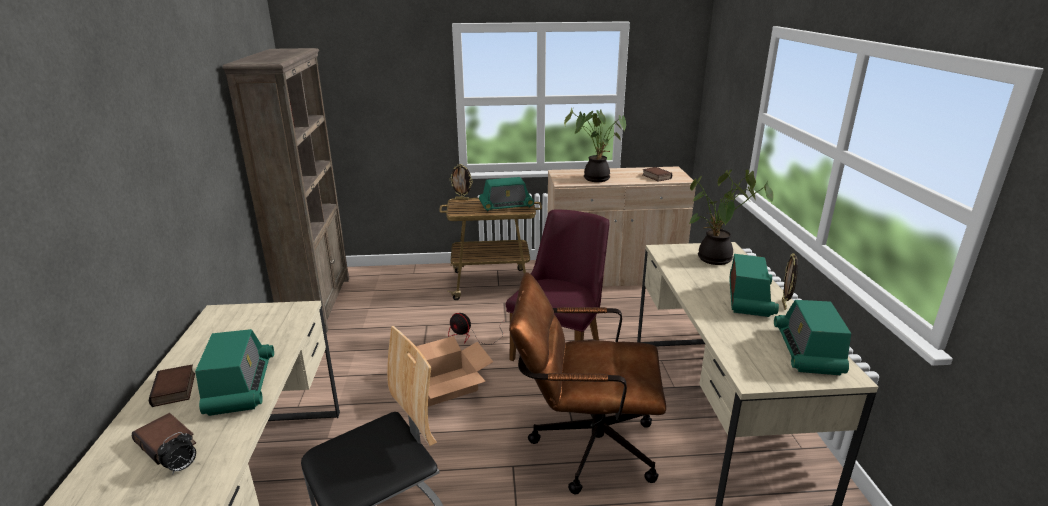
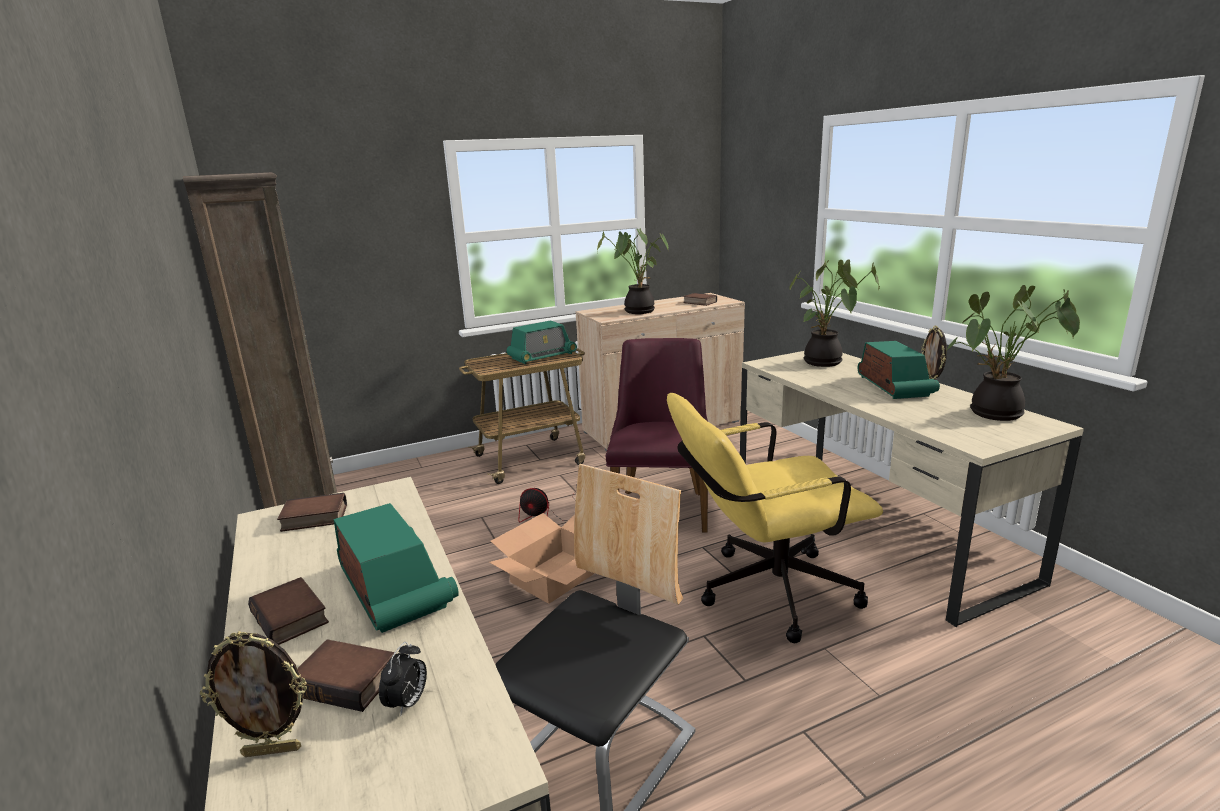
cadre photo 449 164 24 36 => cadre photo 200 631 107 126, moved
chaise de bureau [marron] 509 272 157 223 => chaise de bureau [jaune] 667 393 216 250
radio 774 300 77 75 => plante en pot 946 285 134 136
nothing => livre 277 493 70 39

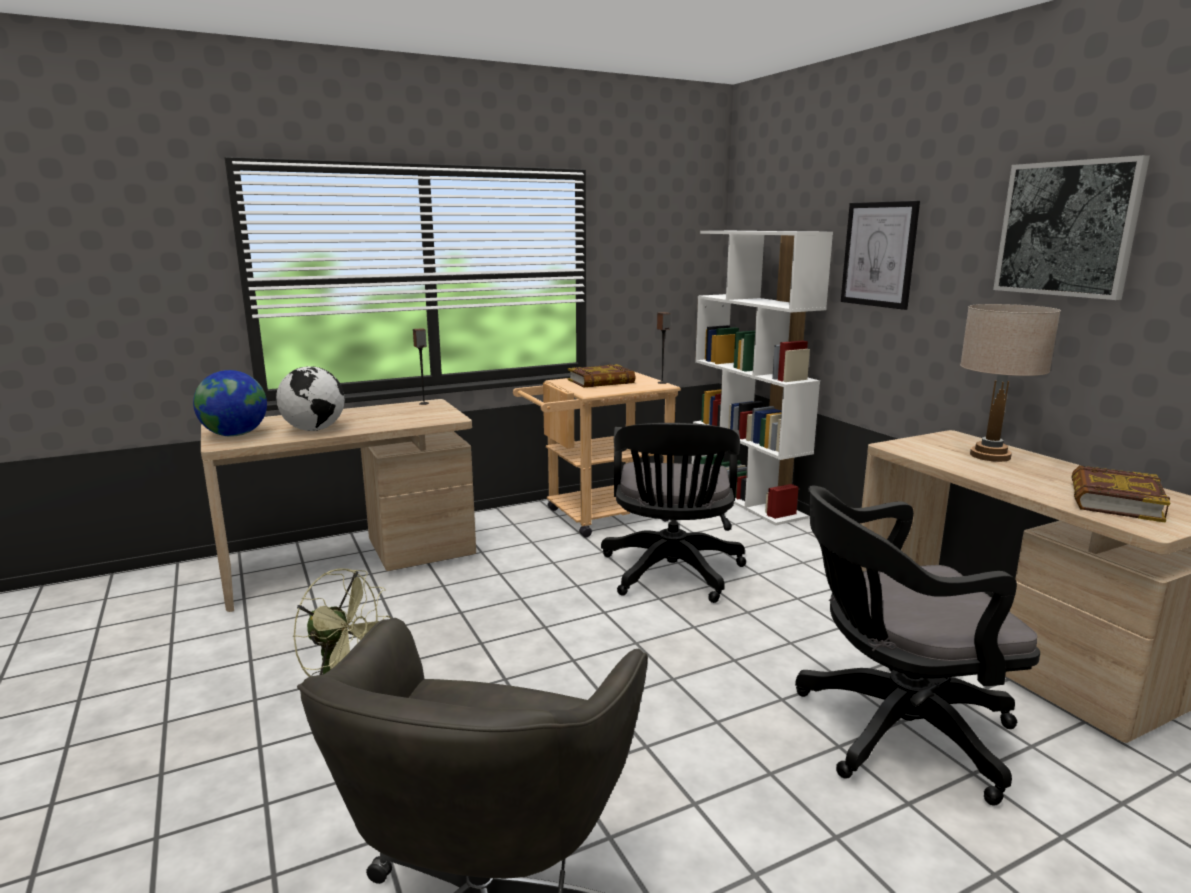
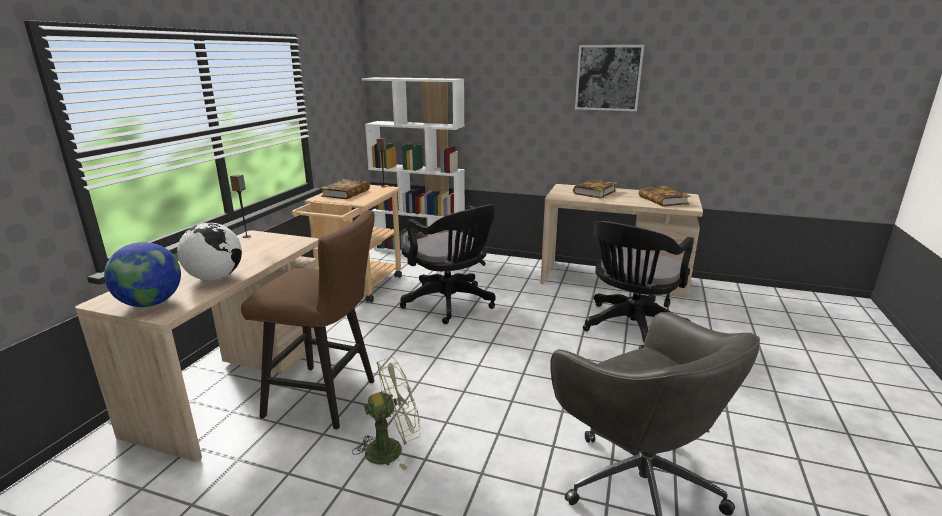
tableau 841 201 79 109 => nothing
lampe de table [beige] 960 304 101 158 => livre 573 179 44 20
nothing => tabouret [marron] 241 210 134 219

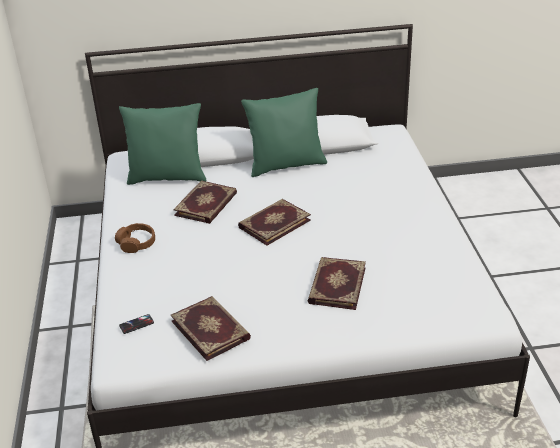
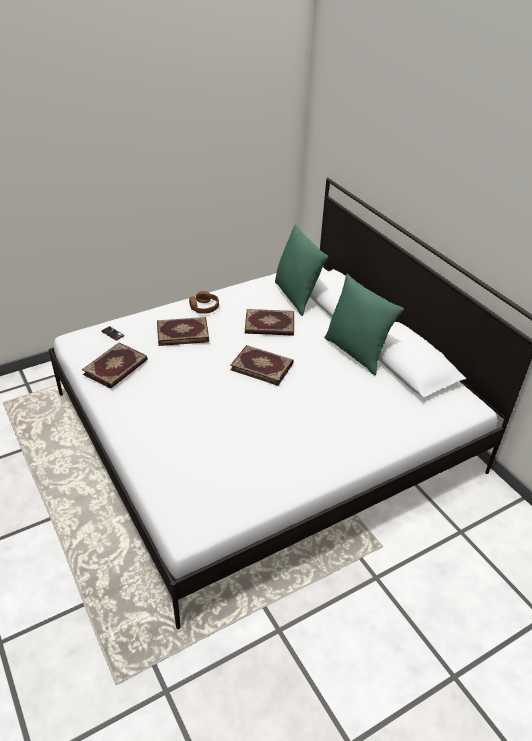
livre 308 257 58 53 => livre 157 317 52 29, moved

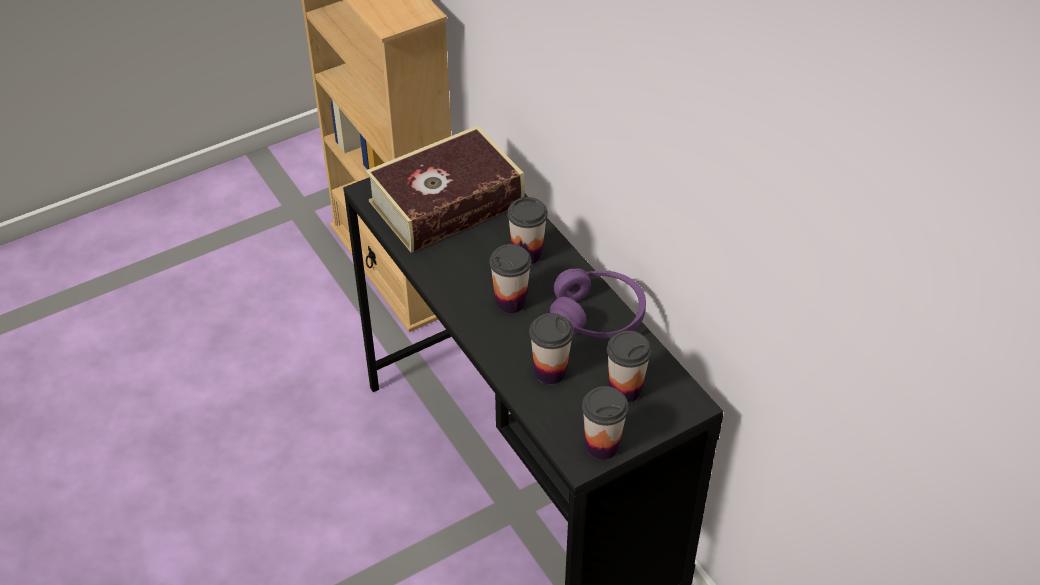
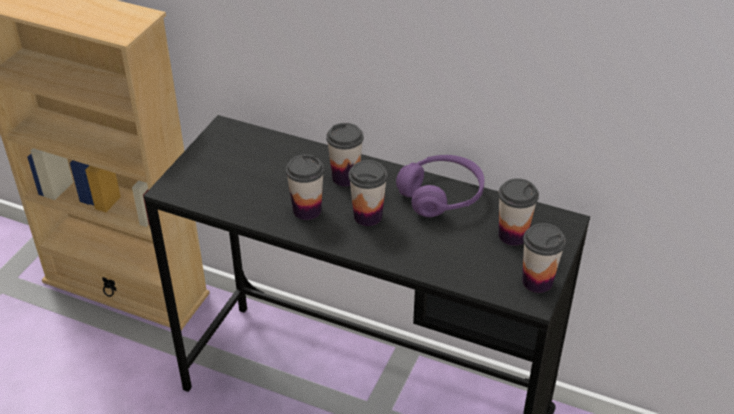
livre 365 125 160 128 => nothing
tasse 529 313 45 71 => tasse 286 154 38 66, moved

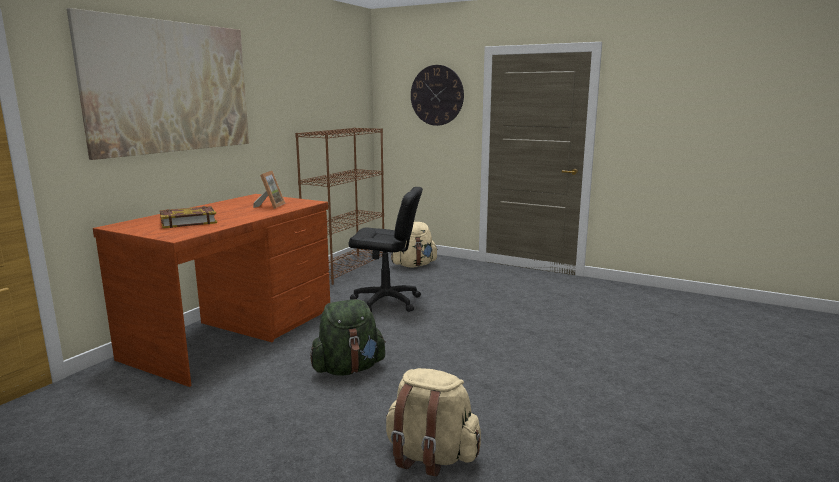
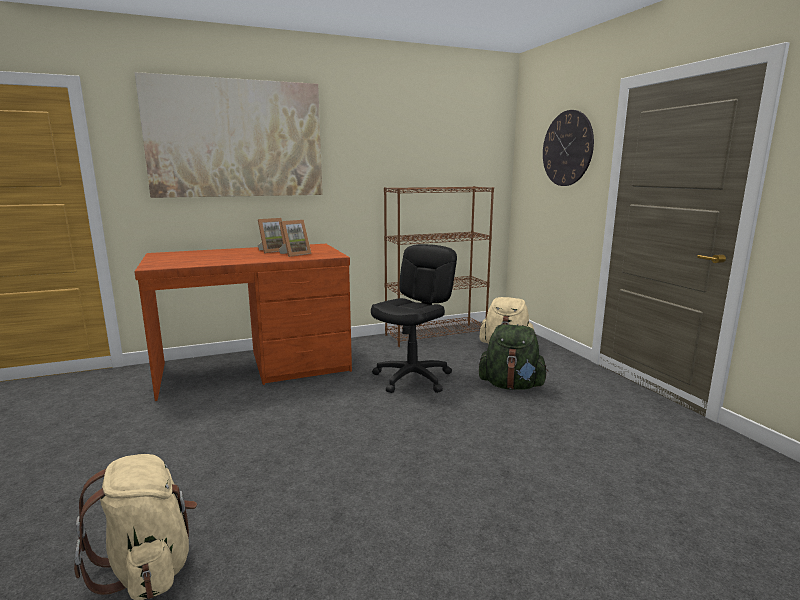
livre 160 206 57 22 => nothing
sac à dos [vert] 310 299 76 76 => sac à dos [vert] 479 324 70 66, moved
chaise de bureau [noir] 348 187 75 125 => chaise de bureau [noir] 371 244 86 149, 105 degrees counterclockwise
nothing => cadre photo 257 218 28 35

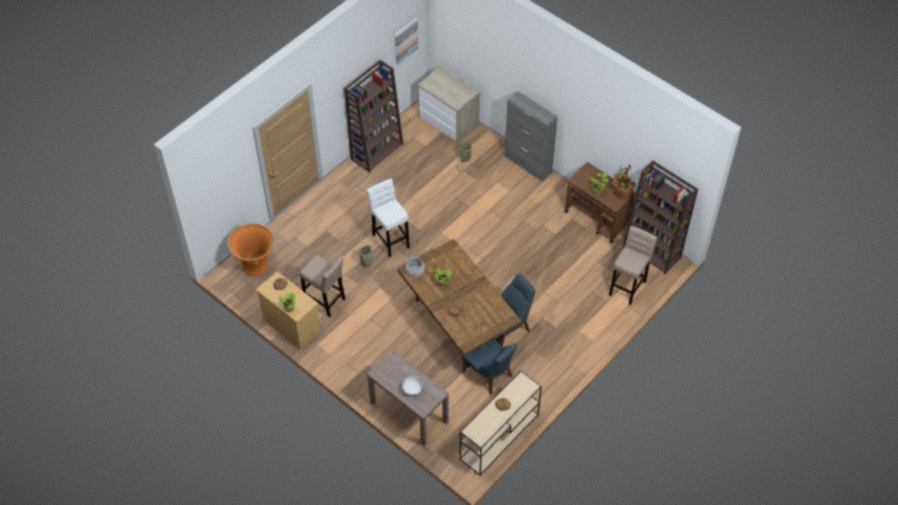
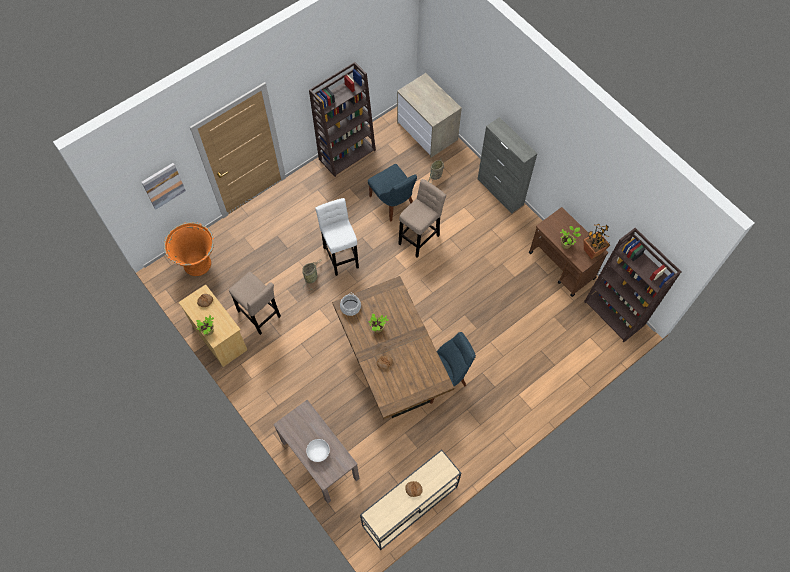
tableau 395 18 23 46 => tableau 141 163 45 47, moved
chaise [bleu] 462 339 55 56 => chaise [bleu] 368 164 49 58, moved
tabouret [beige] 609 226 48 79 => tabouret [beige] 398 179 48 78, moved

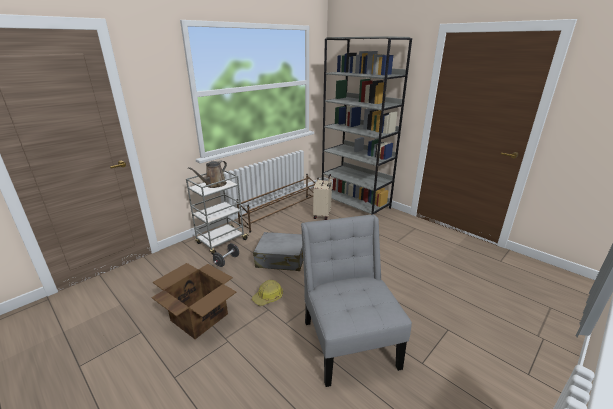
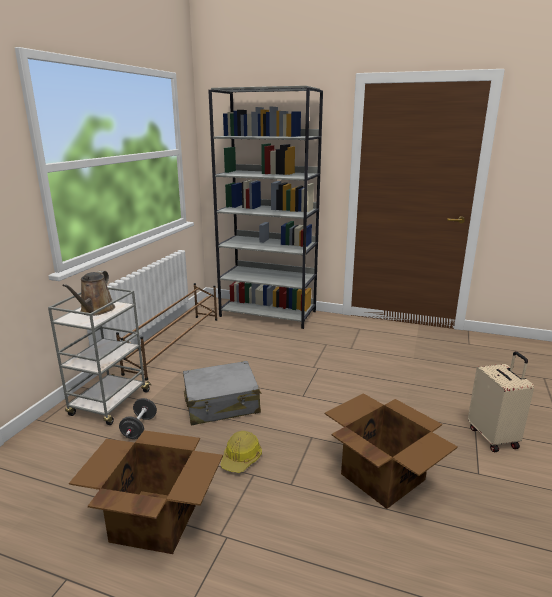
chaise [gris] 301 214 111 173 => carton 325 393 133 116
valise [beige] 313 174 19 46 => valise [beige] 468 351 66 101, moved

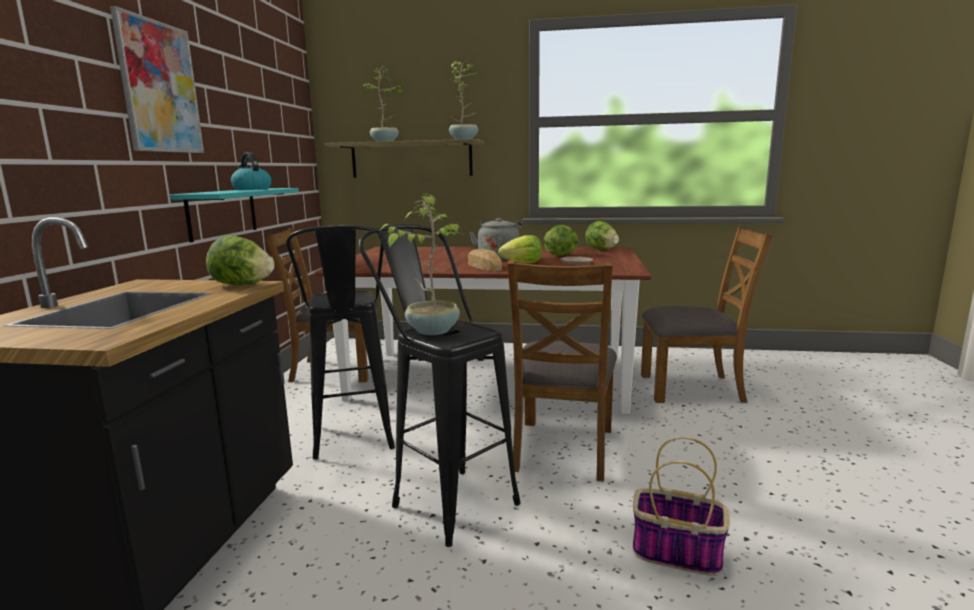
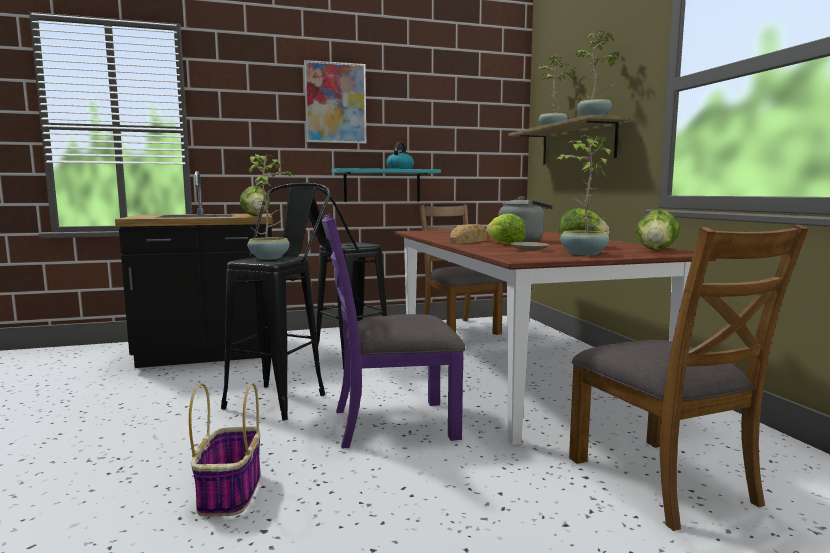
chaise [marron] 507 260 110 222 => chaise [violet] 322 214 144 235
nothing => plante en pot 555 135 56 120

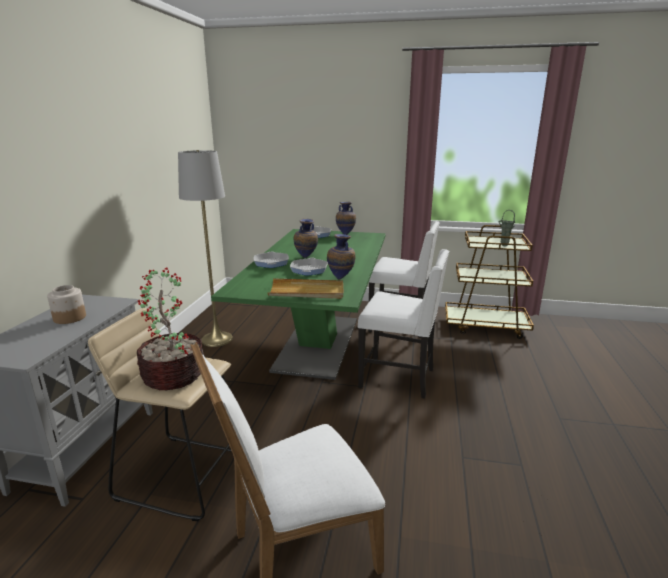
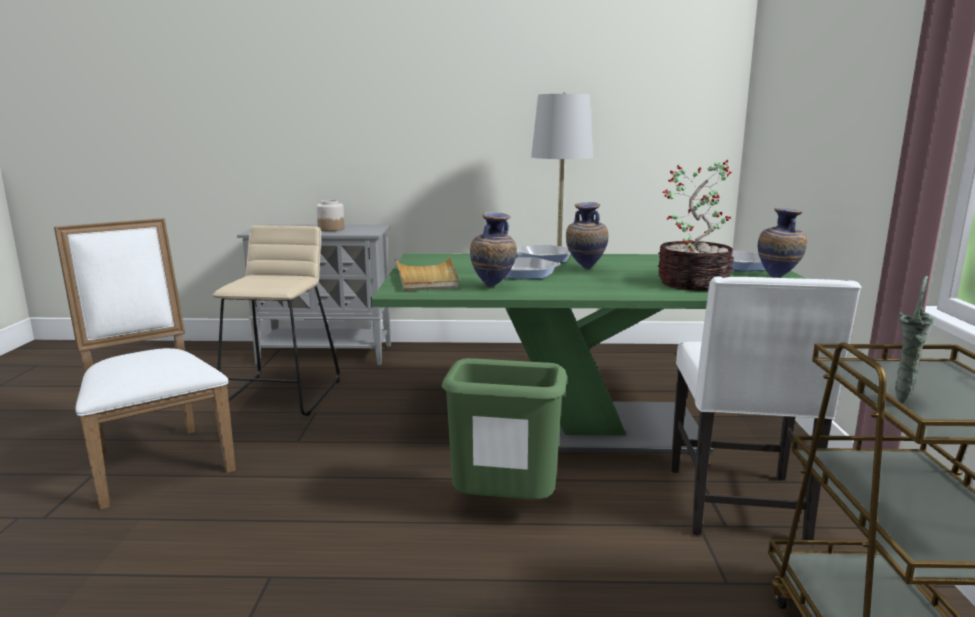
plante en pot 137 267 66 124 => plante en pot 658 160 76 131, moved
chaise [blanc] 358 249 92 150 => poubelle [vert] 442 358 126 142

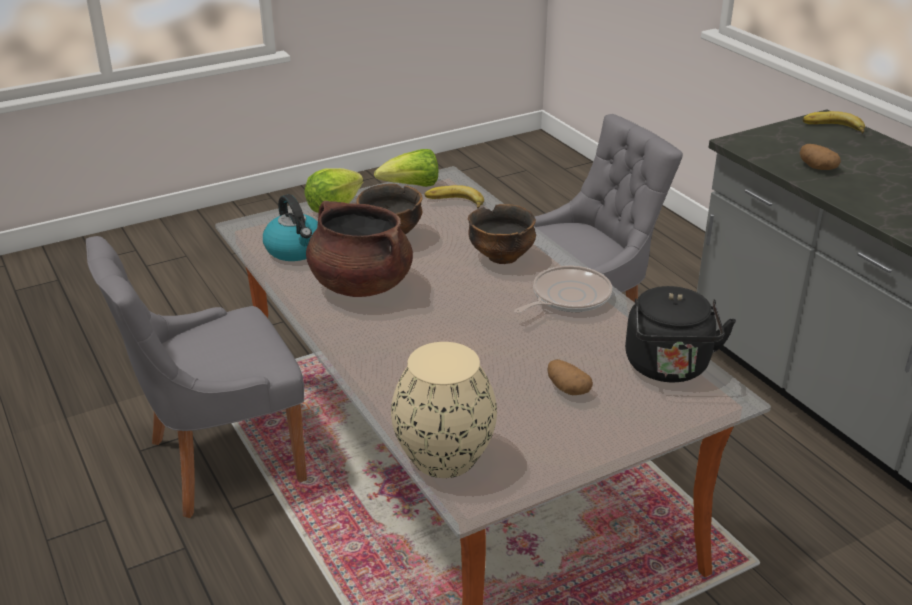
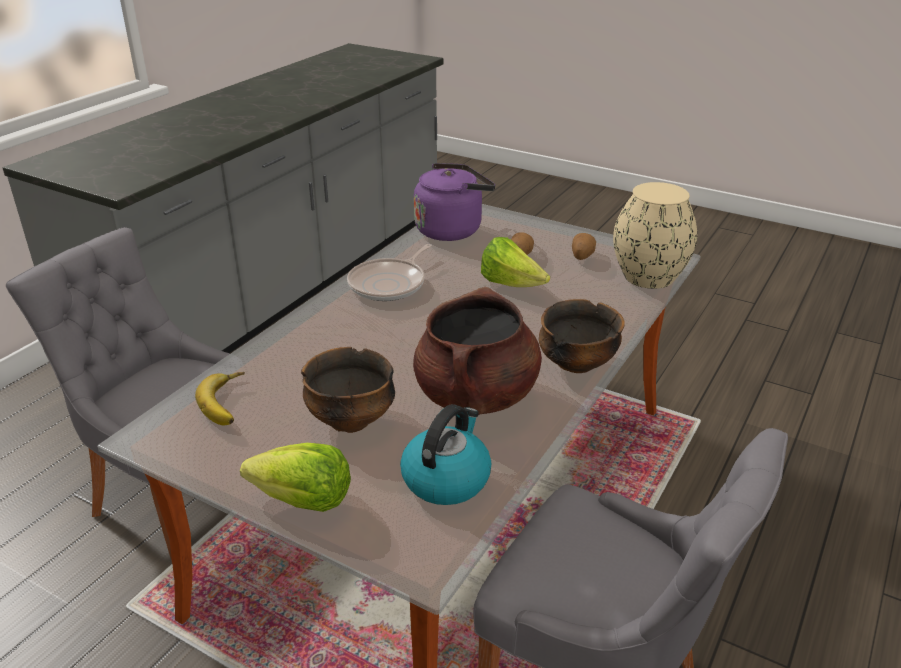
laitue 374 149 64 38 => laitue 481 237 69 50, moved
bol 468 204 68 60 => bol 539 299 86 74, moved
poêle 514 265 98 48 => poêle 347 244 85 57, 75 degrees counterclockwise
bouilloire [noir] 625 286 111 96 => bouilloire [violet] 414 163 81 78
pomme de terre 800 144 41 26 => pomme de terre 572 233 24 27, moved
banane 803 111 62 23 => nothing

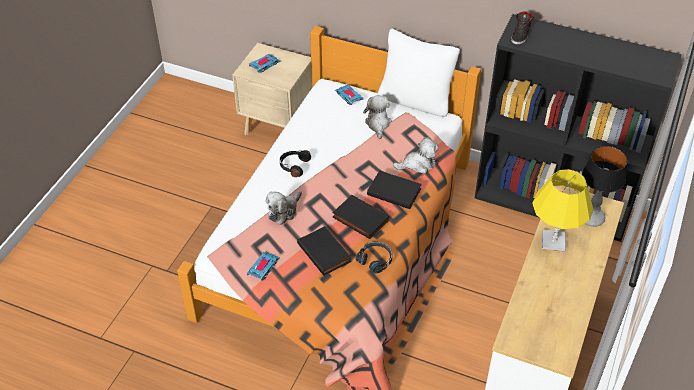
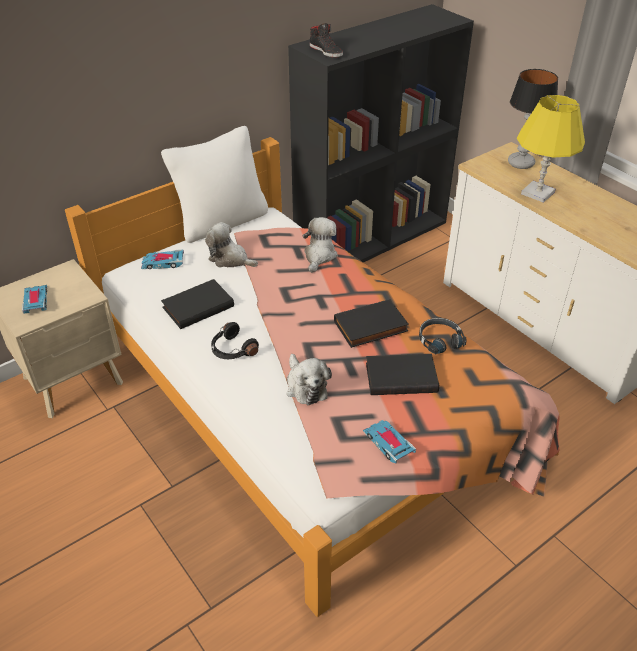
livre [noir] 367 170 55 39 => livre [noir] 161 279 73 50, moved

